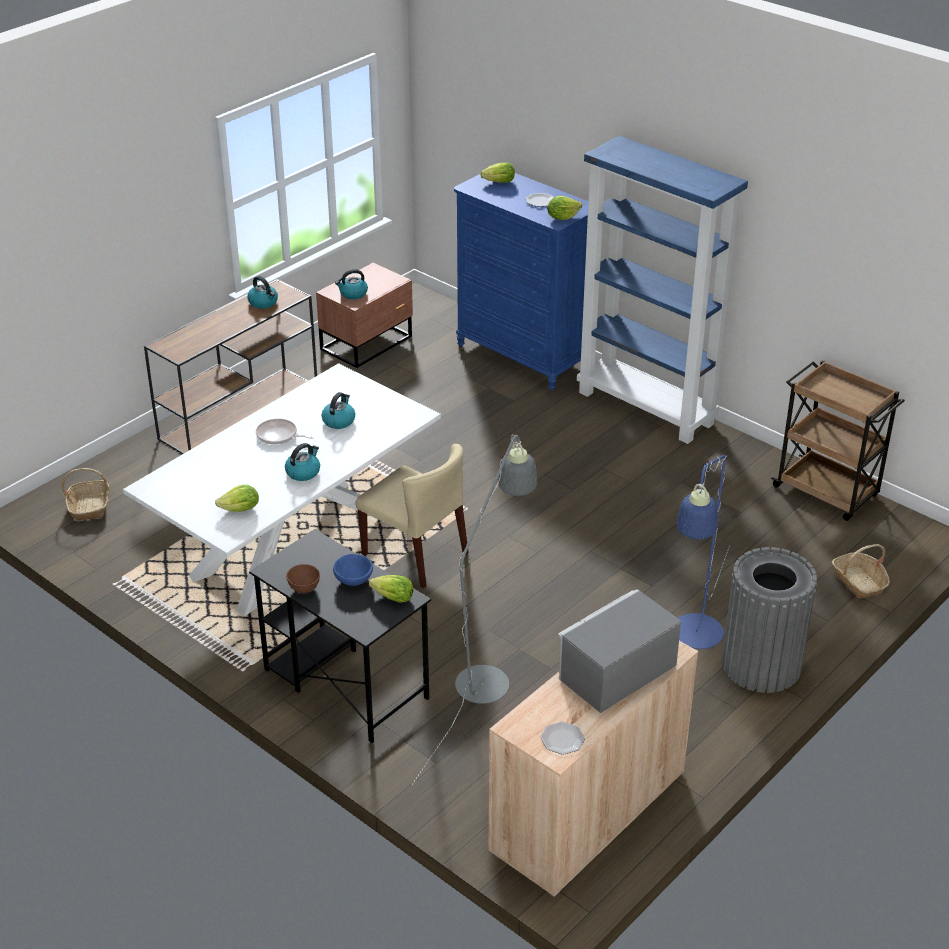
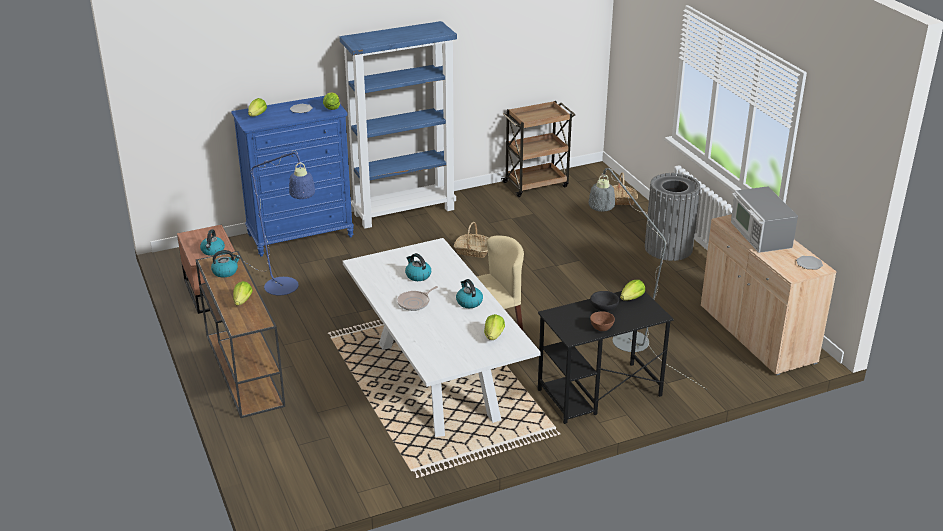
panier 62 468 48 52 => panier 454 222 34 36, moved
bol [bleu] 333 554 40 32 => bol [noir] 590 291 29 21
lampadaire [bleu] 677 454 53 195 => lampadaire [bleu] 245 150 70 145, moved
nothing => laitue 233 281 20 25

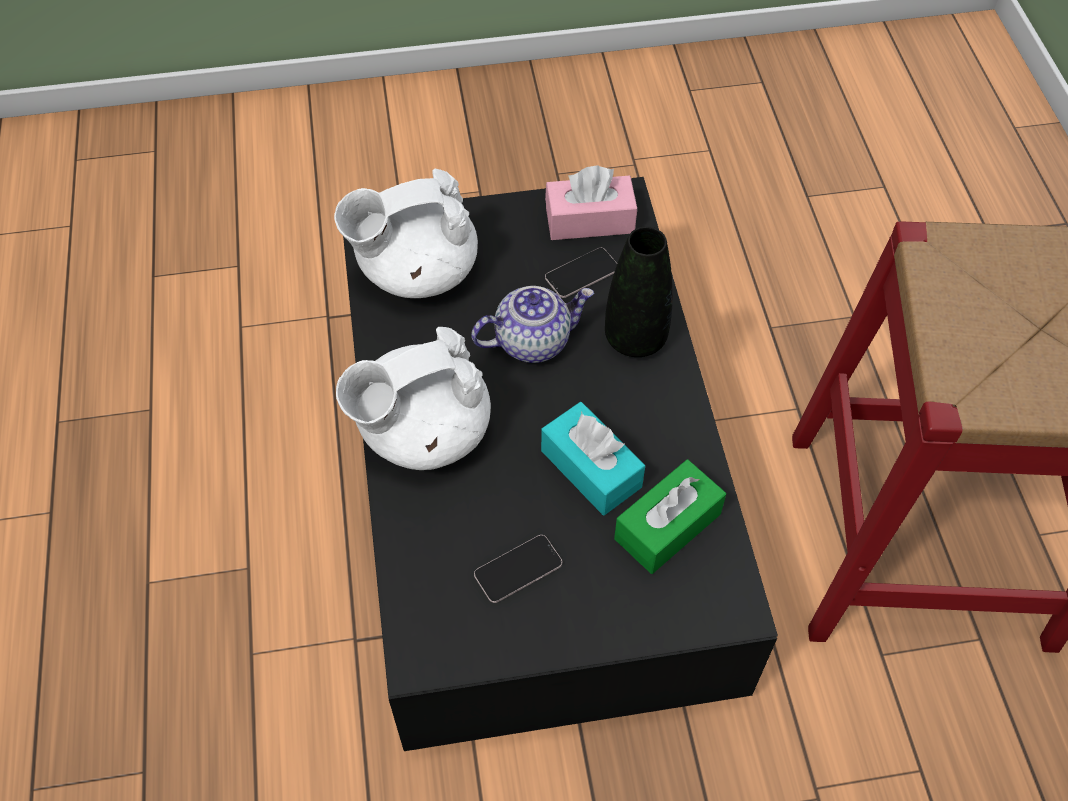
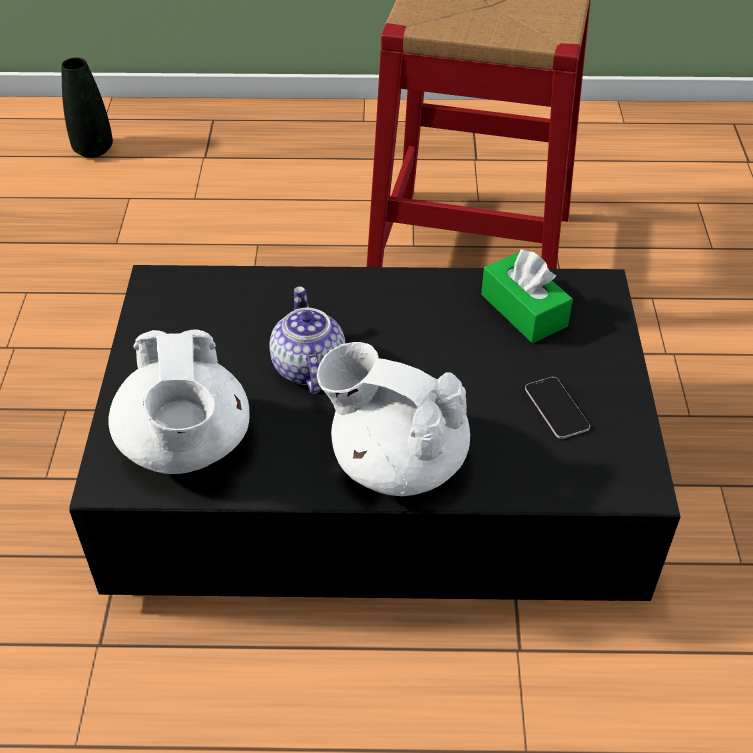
théière [blanc] 336 327 155 143 => théière [blanc] 317 342 153 154, 135 degrees clockwise
boîte à mouchoirs [turquoise] 541 402 104 113 => nothing
boîte à mouchoirs [rose] 545 166 92 74 => nothing
téléphone 545 247 72 51 => nothing
vase [noir] 605 226 68 131 => vase [noir] 62 57 51 101, moved

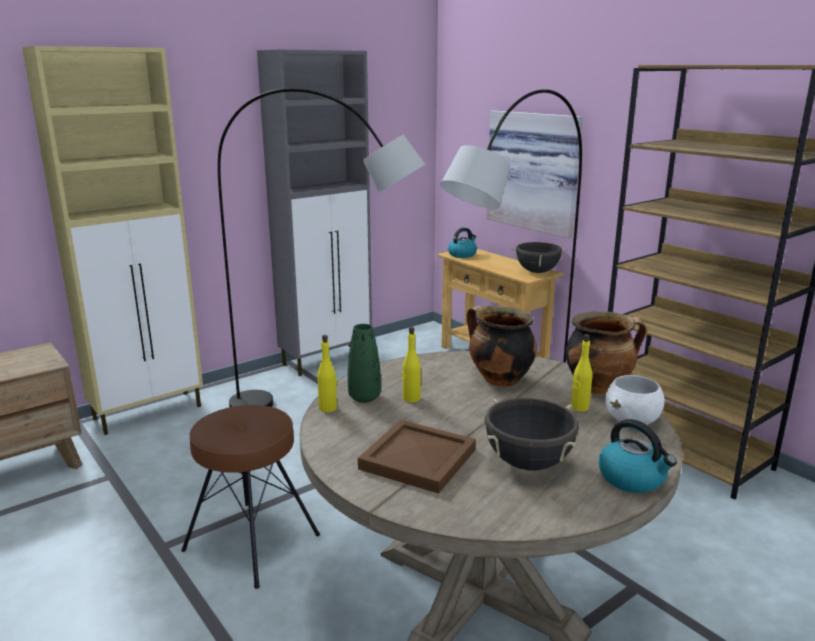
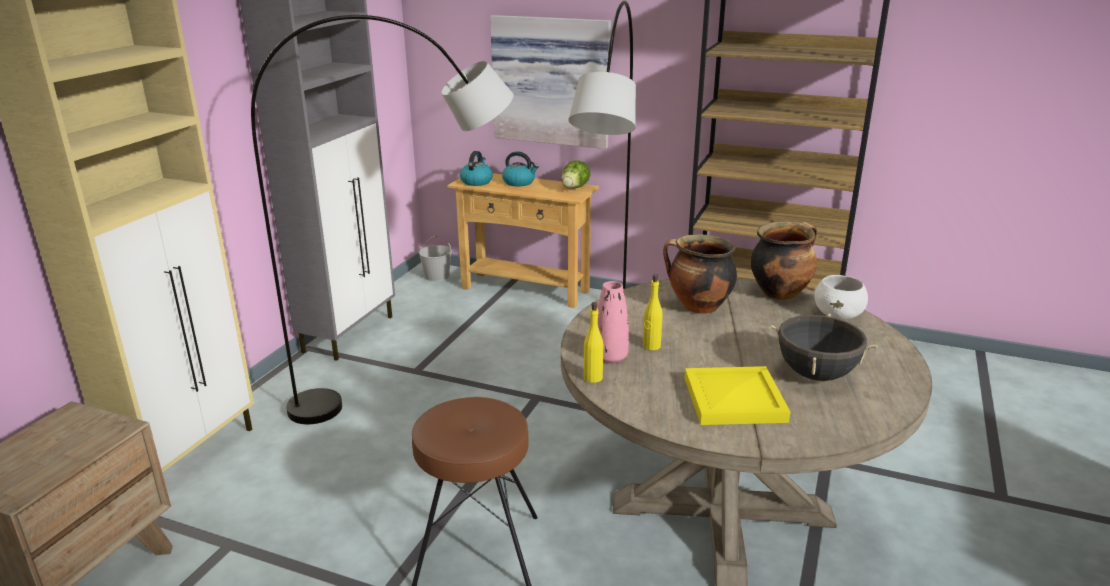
vase [vert] 348 324 33 79 => vase [rose] 597 281 32 82
plateau [marron] 358 420 118 74 => plateau [jaune] 684 366 106 59
marmite [noir] 510 242 58 31 => laitue 561 160 29 28
bouteille [jaune] 571 334 21 77 => nothing
bouilloire 599 419 78 74 => bouilloire 502 152 37 34, moved
nothing => seau [blanc] 419 236 33 45

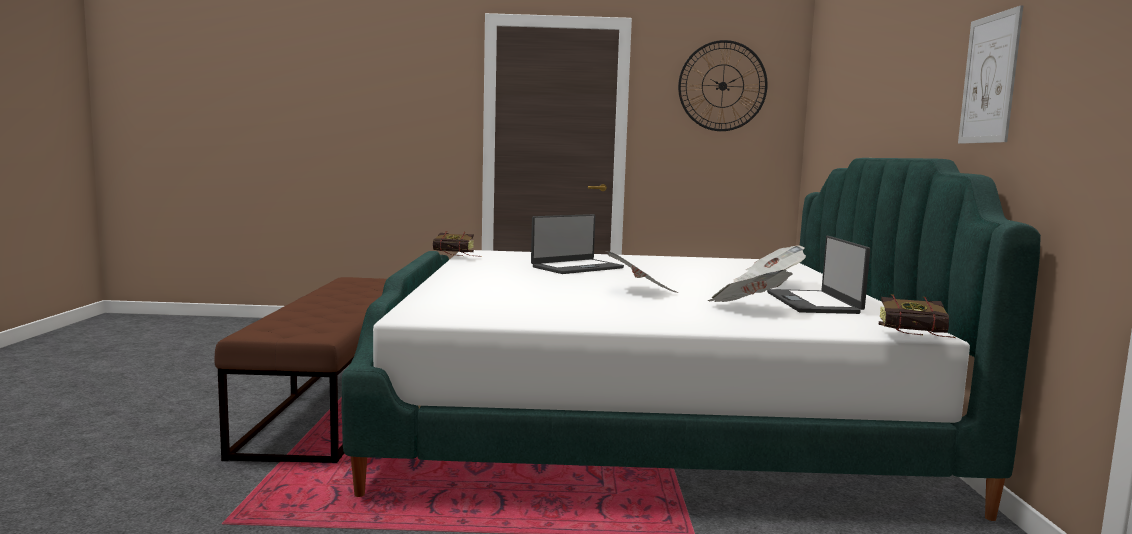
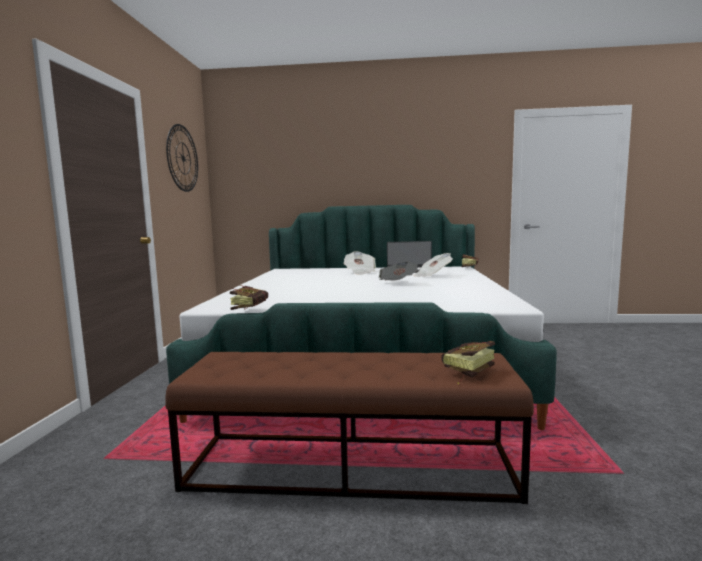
ordinateur portable 531 214 93 60 => nothing
tableau 958 5 65 139 => nothing
nothing => livre 441 341 54 43

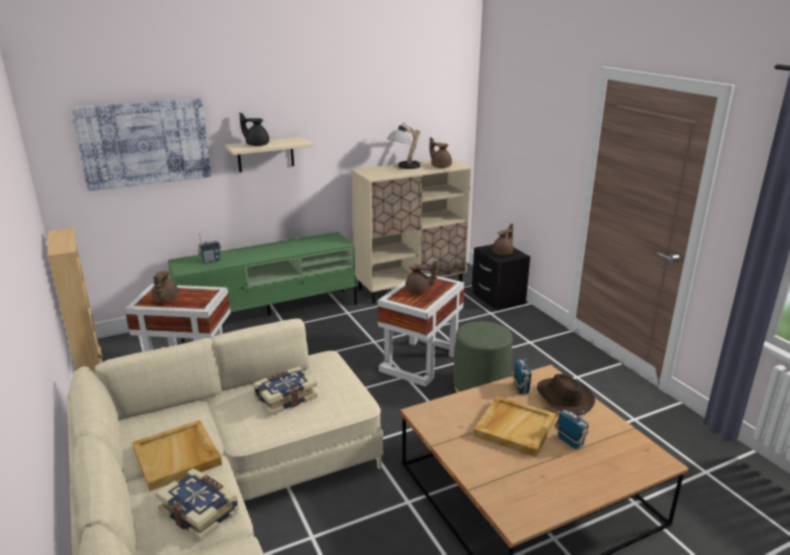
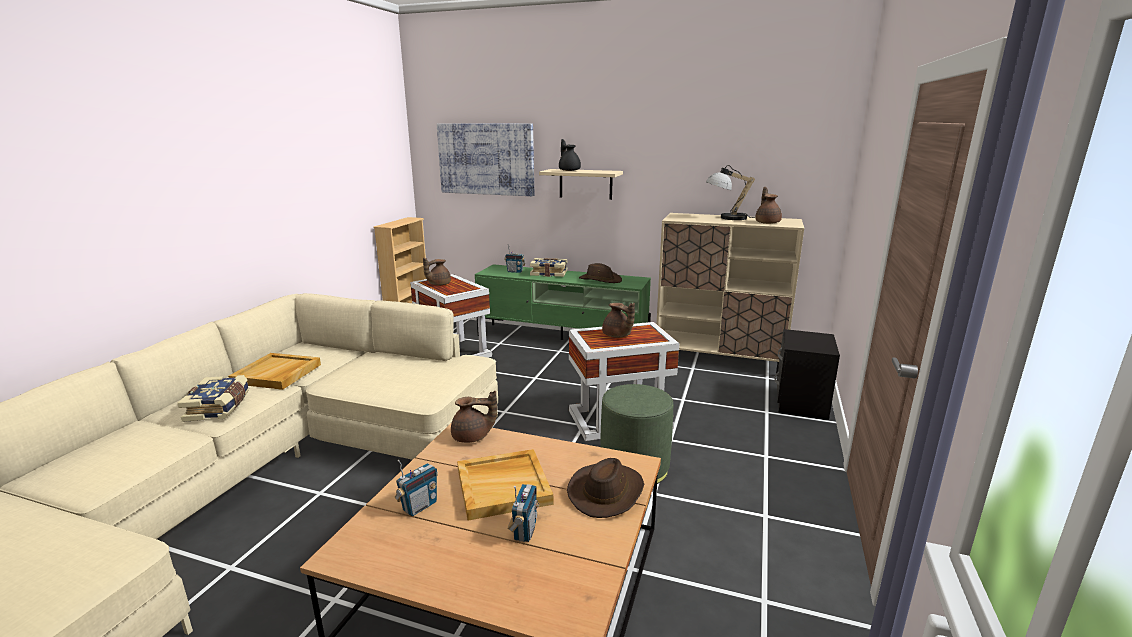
livre 253 367 65 49 => livre 530 258 37 19, moved
théière [marron] 493 223 20 32 => théière [marron] 451 391 46 52, moved
radio 511 359 21 35 => radio 395 460 43 56, moved
nothing => chapeau [marron] 579 263 43 20

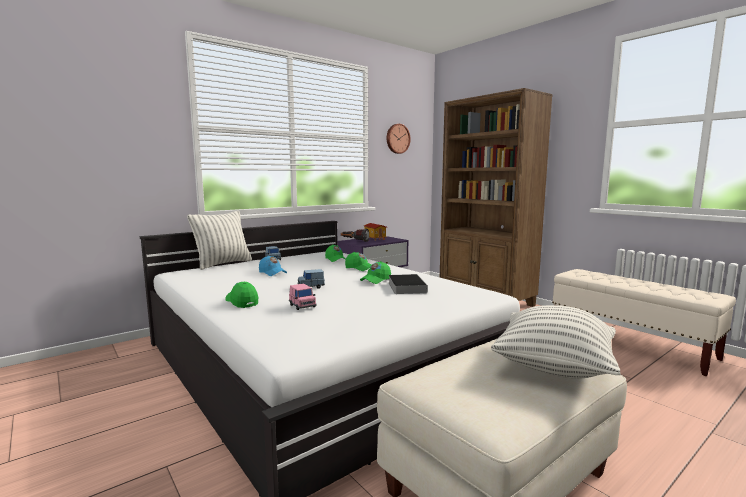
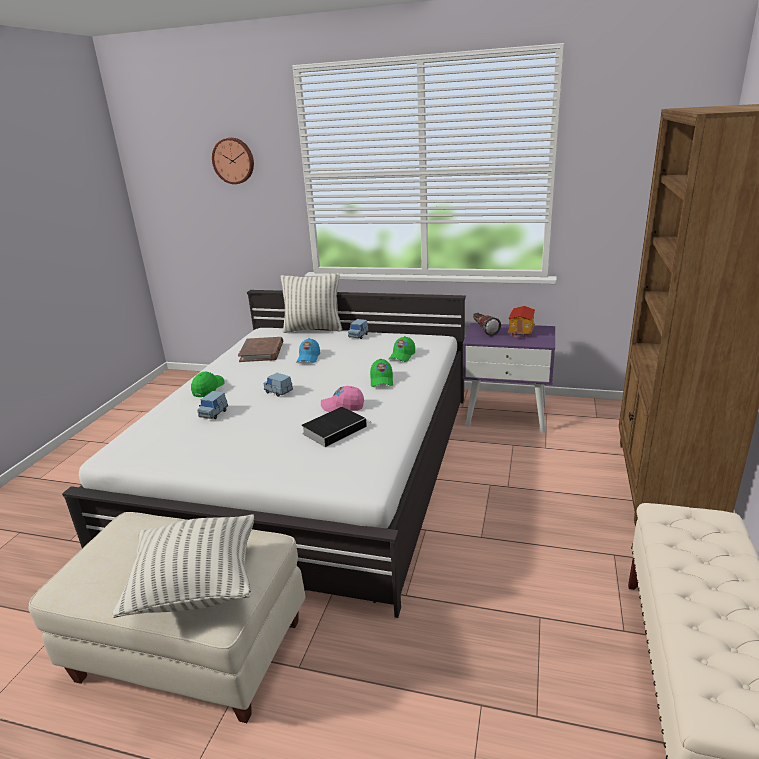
petite voiture [rose] 289 284 27 26 => petite voiture [bleu] 197 391 31 28
casquette [vert] 360 261 31 23 => casquette [rose] 321 386 43 26
horloge murale 387 124 24 30 => horloge murale 212 138 42 46, moved
nothing => livre [marron] 238 337 45 25

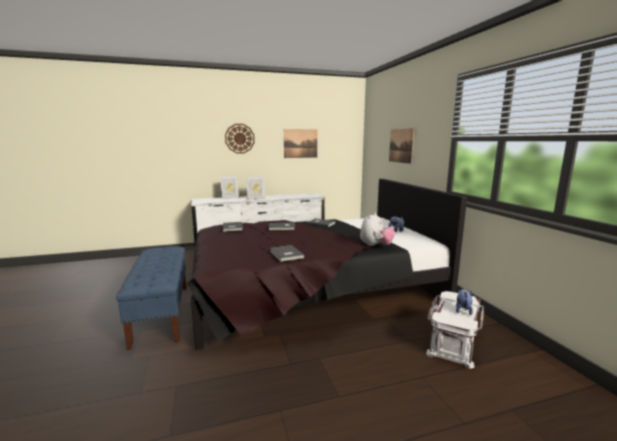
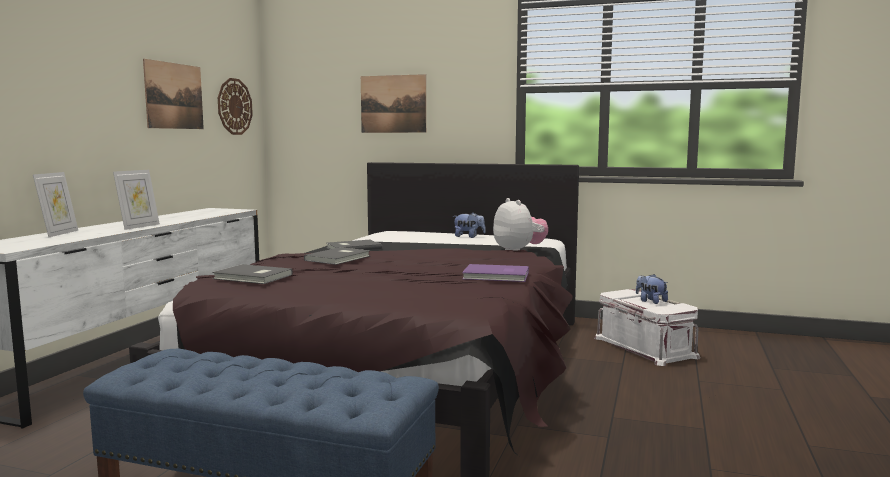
horloge murale 225 124 30 30 => horloge murale 218 78 35 57, moved
livre [gris] 270 245 35 17 => livre [violet] 462 264 67 18

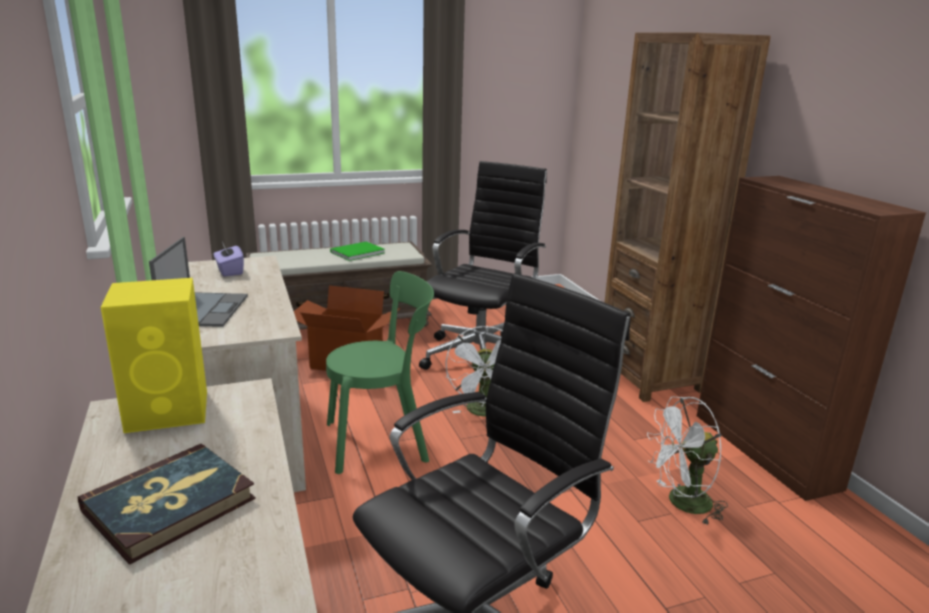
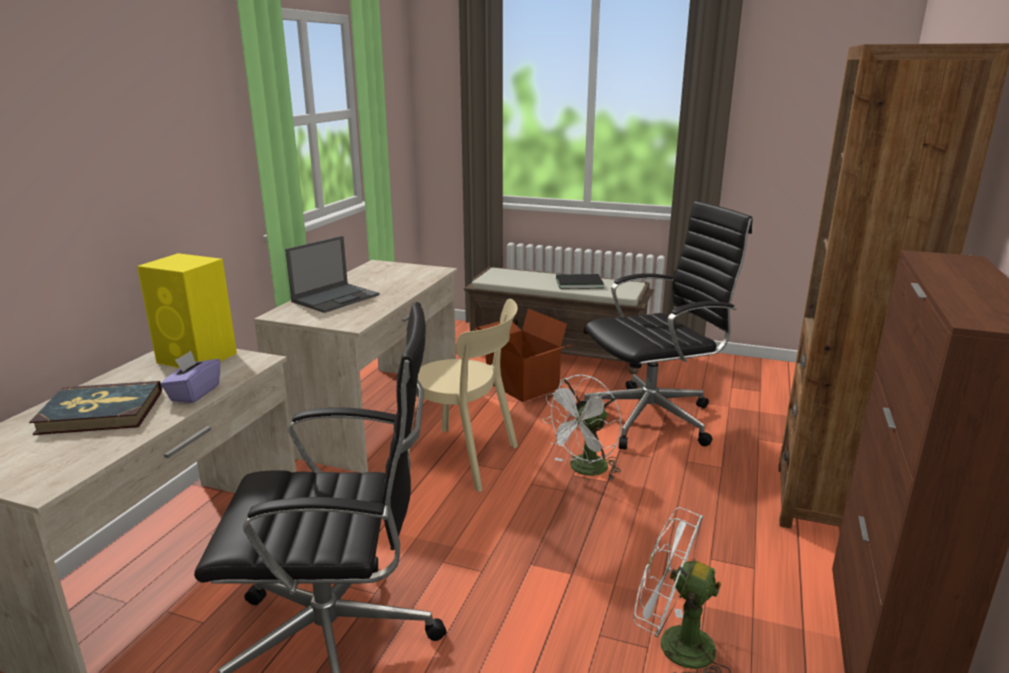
boîte à mouchoirs [violet] 214 244 30 33 => boîte à mouchoirs [violet] 160 351 60 52, moved
chaise [vert] 326 271 108 203 => chaise [beige] 408 299 110 193
livre [vert] 330 242 54 19 => livre [noir] 556 274 48 15

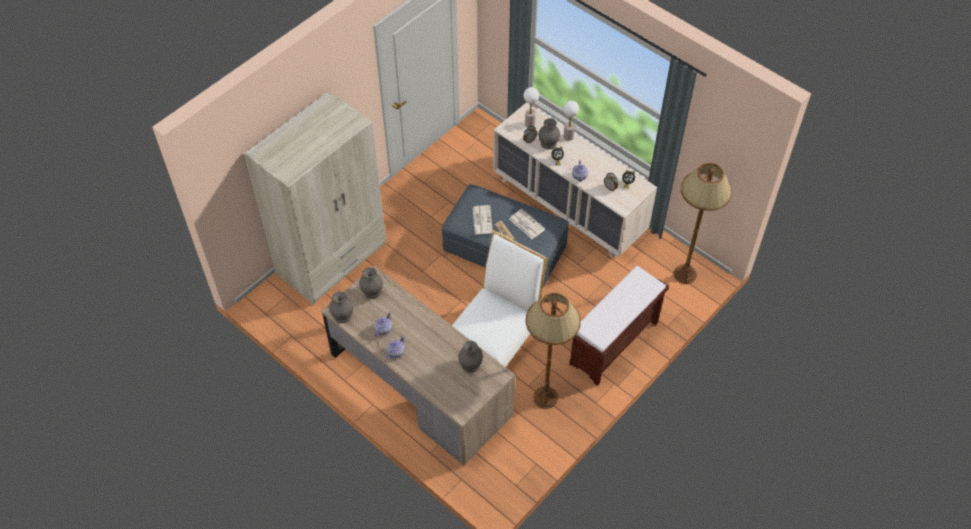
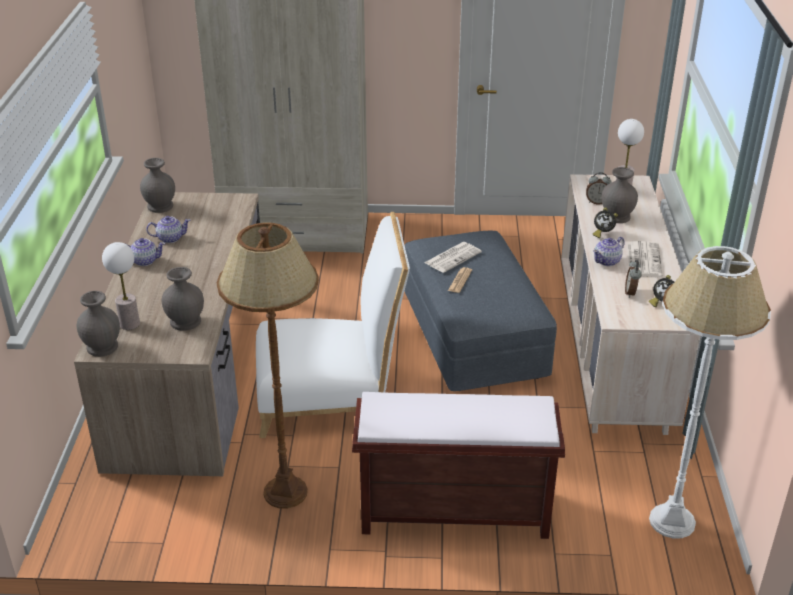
vase [gris] 359 267 24 32 => vase [gris] 77 291 43 66, moved
journal 509 209 36 30 => journal 628 241 35 36, moved
lampe de table 563 101 16 40 => lampe de table 102 242 38 88, moved
lampadaire [marron] 674 163 58 121 => lampadaire [blanc] 649 246 122 292

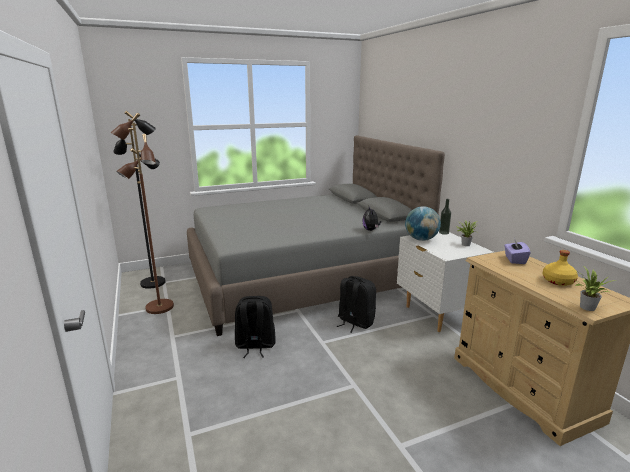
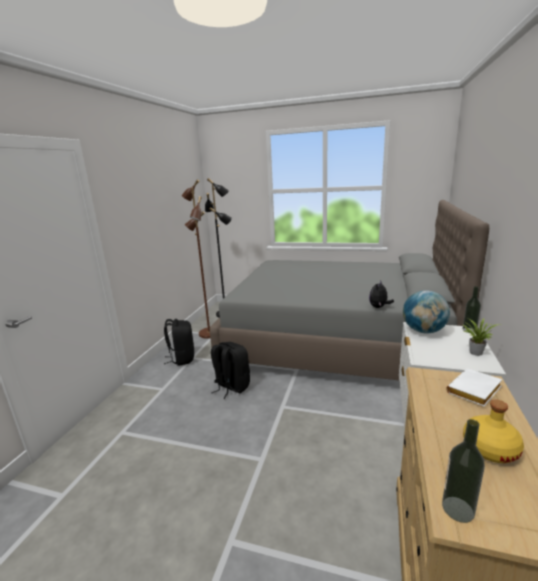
sac à dos [noir] 336 276 40 57 => sac à dos [noir] 164 319 30 47, moved
boîte à mouchoirs [violet] 504 238 26 26 => livre [blanc] 446 369 56 37
plante en pot 573 267 42 44 => bouteille 442 419 43 104

